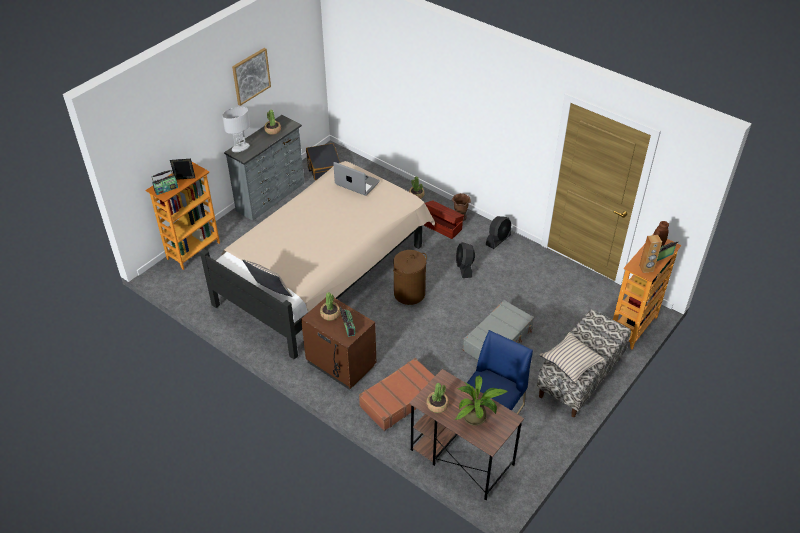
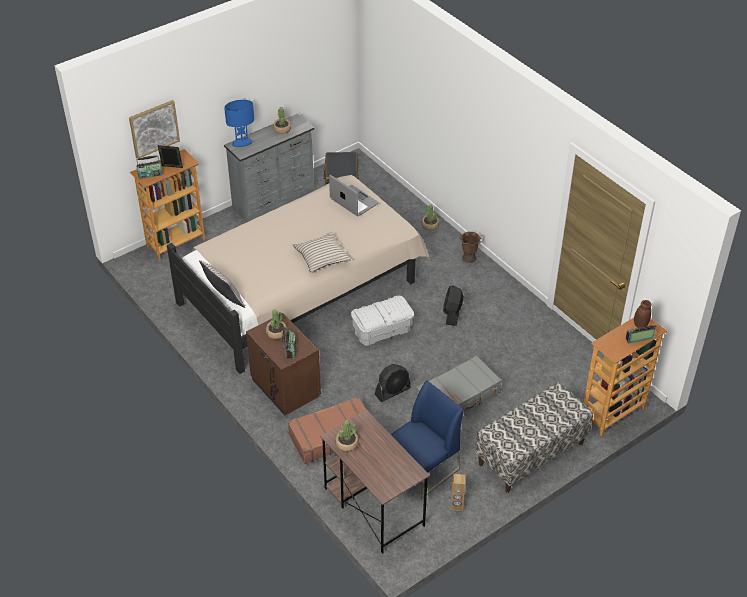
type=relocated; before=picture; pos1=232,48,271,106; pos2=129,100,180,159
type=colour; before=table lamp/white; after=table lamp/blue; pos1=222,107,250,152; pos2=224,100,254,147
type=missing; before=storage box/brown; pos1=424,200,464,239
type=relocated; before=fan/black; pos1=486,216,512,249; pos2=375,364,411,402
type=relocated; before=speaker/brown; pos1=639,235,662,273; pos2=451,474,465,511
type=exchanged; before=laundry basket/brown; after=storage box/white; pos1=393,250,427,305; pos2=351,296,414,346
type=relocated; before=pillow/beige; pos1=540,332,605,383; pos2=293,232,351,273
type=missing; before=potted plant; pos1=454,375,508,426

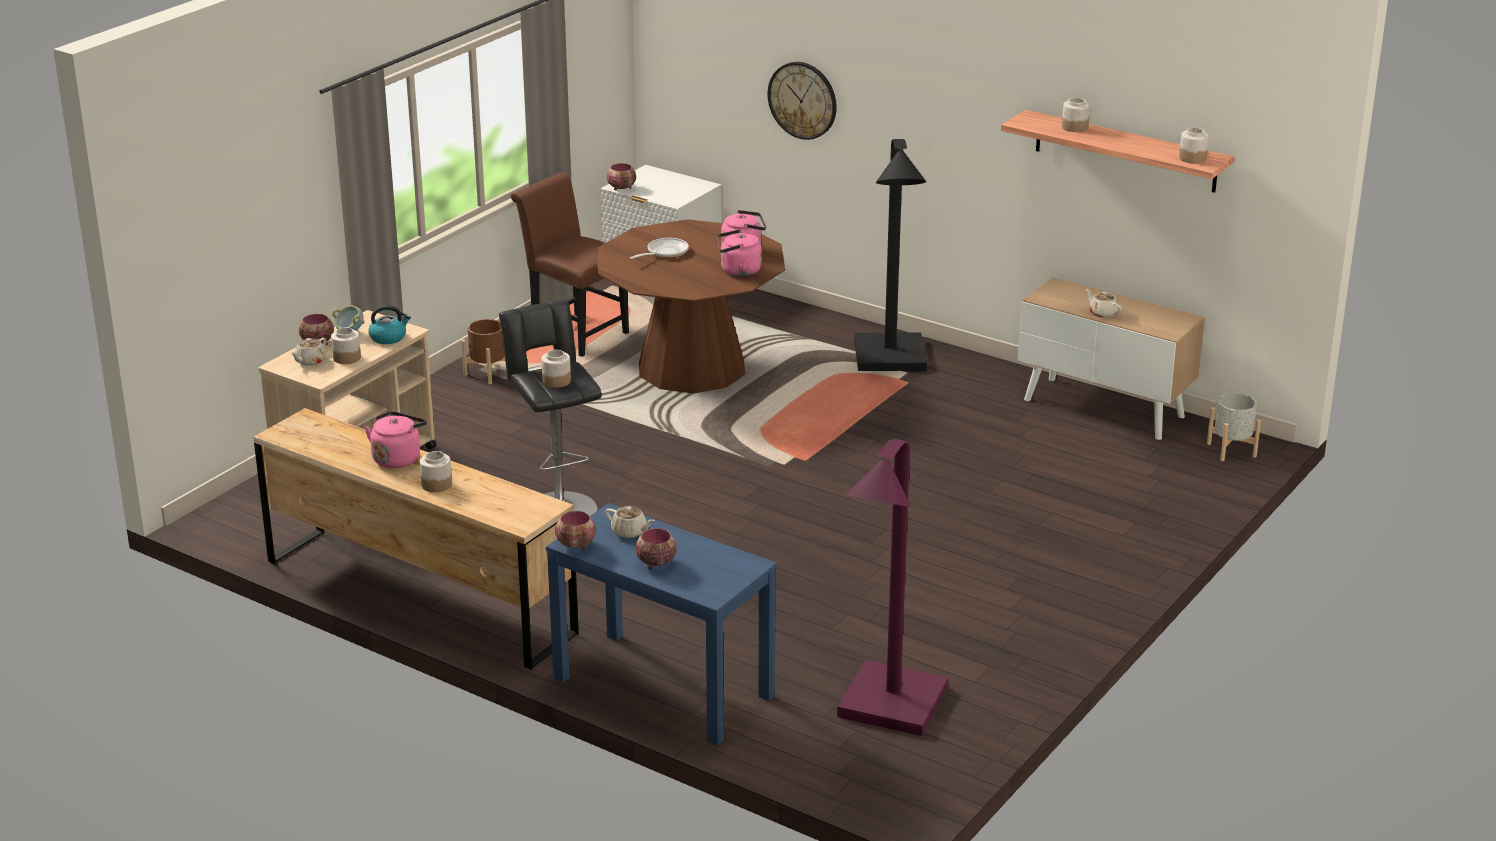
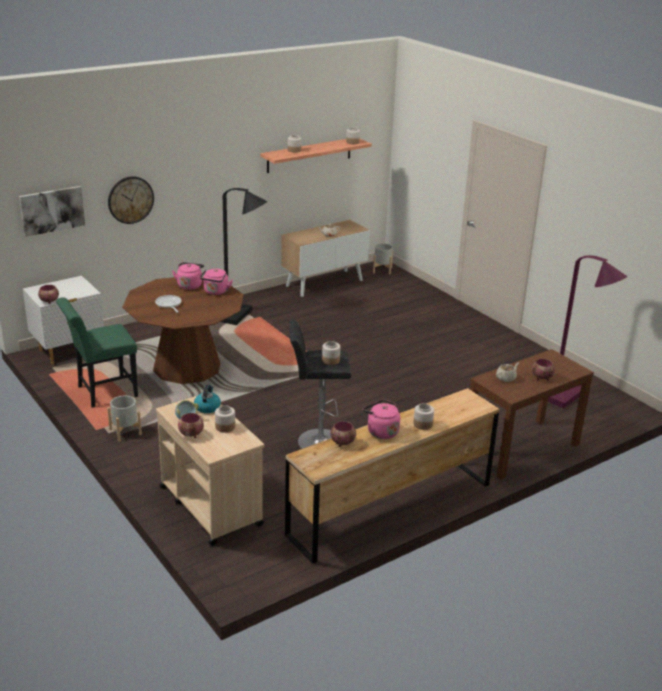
type=colour; before=chair/brown; after=chair/green; pos1=511,173,629,357; pos2=56,298,138,408
type=colour; before=planter/brown; after=planter/grey; pos1=462,319,505,384; pos2=107,396,142,442
type=missing; before=teapot/beige; pos1=291,338,327,366
type=colour; before=console table/blue; after=console table/brown; pos1=546,503,777,746; pos2=470,349,594,480
type=relocated; before=bowl; pos1=555,511,596,550; pos2=330,421,356,447
type=appeared; after=picture; pos2=19,186,85,237

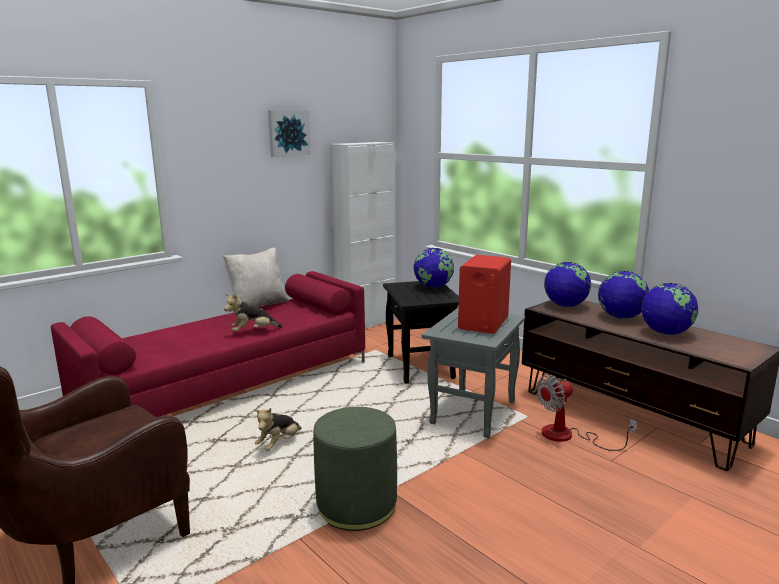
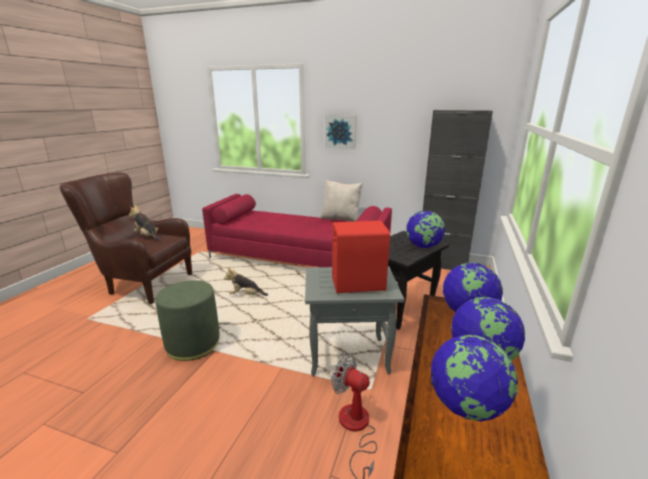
type=relocated; before=picture; pos1=268,110,311,157; pos2=325,115,357,149
type=colour; before=cabinet/white; after=cabinet/black; pos1=330,142,395,329; pos2=423,110,493,270
type=relocated; before=plush toy; pos1=224,294,283,332; pos2=129,205,162,241

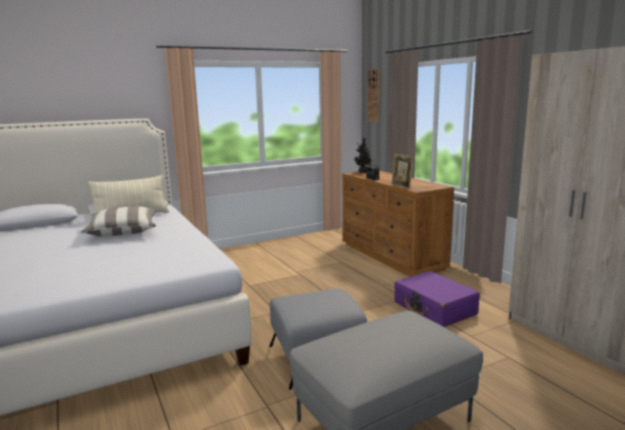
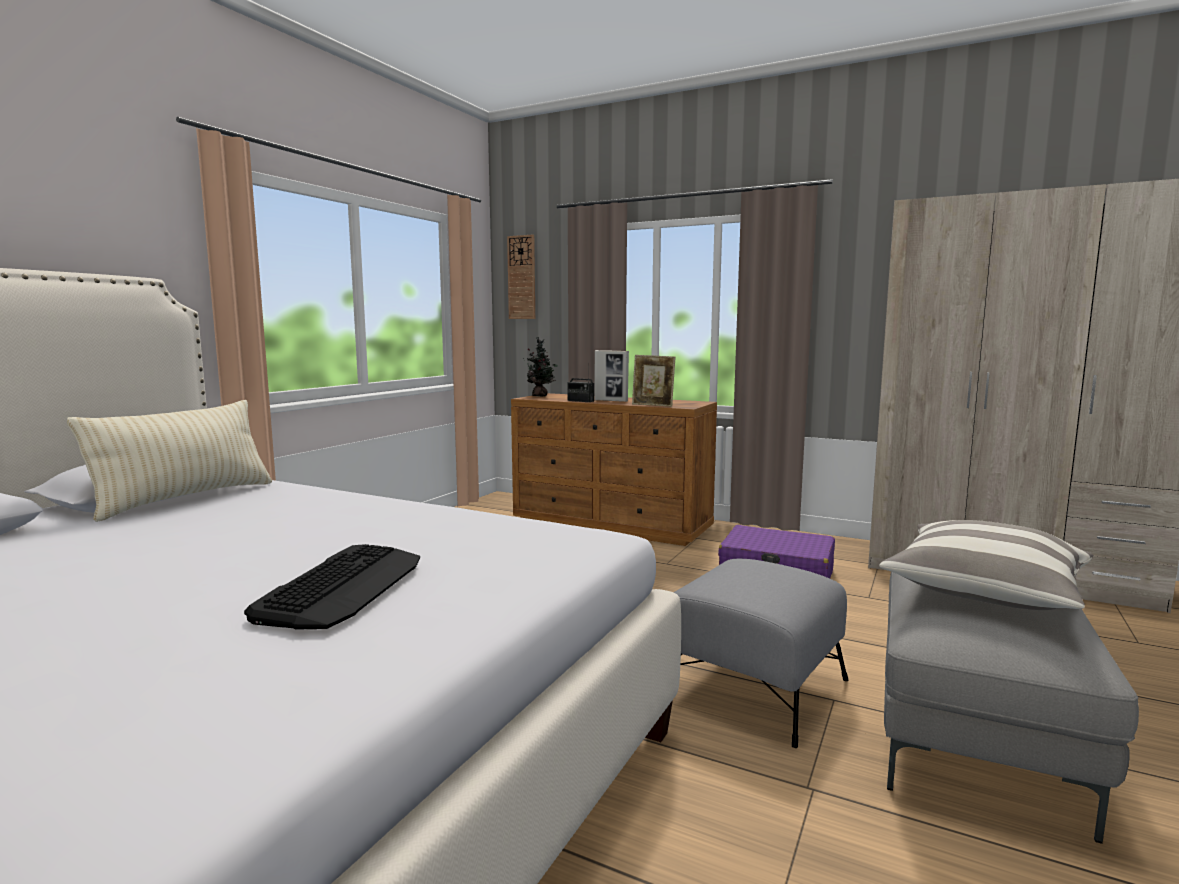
type=relocated; before=pillow; pos1=80,206,156,237; pos2=879,520,1093,610
type=appeared; after=picture frame; pos2=594,350,629,402
type=appeared; after=keyboard; pos2=244,544,420,630

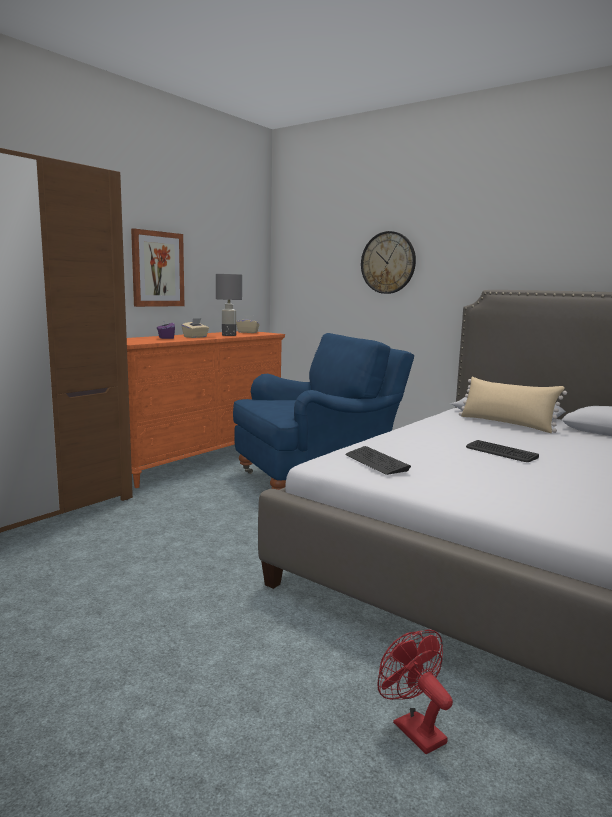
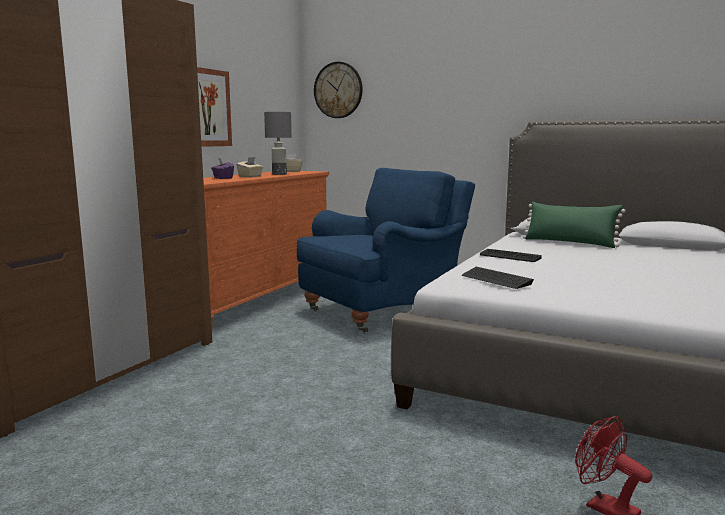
type=relocated; before=wall clock; pos1=361,231,416,294; pos2=314,62,363,118
type=colour; before=pillow/beige; after=pillow/green; pos1=459,377,567,433; pos2=522,201,626,248
type=relocated; before=keyboard; pos1=466,440,539,462; pos2=480,249,542,262

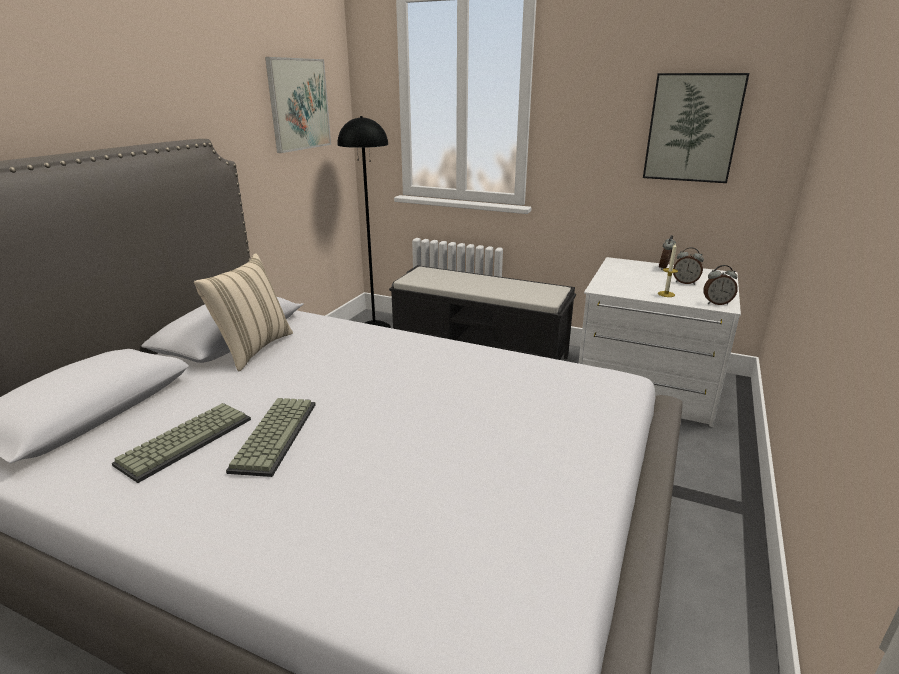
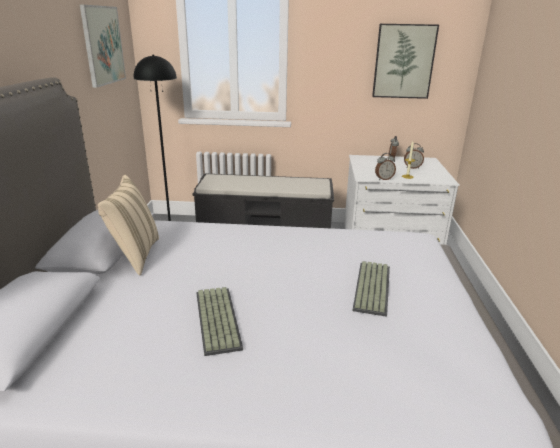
type=relocated; before=alarm clock; pos1=704,265,738,305; pos2=375,153,396,180
type=relocated; before=keyboard; pos1=112,403,251,483; pos2=353,261,390,317

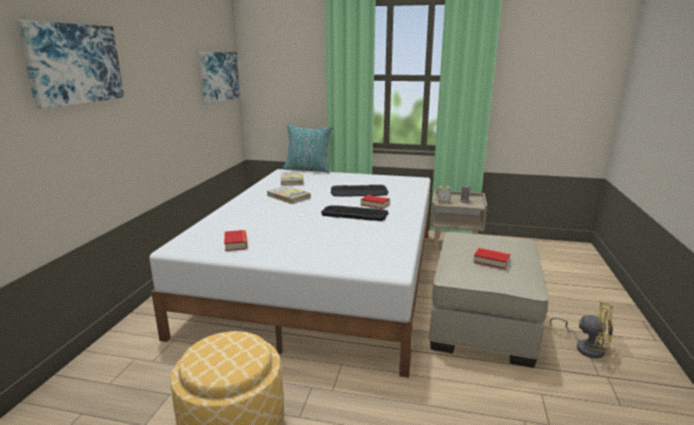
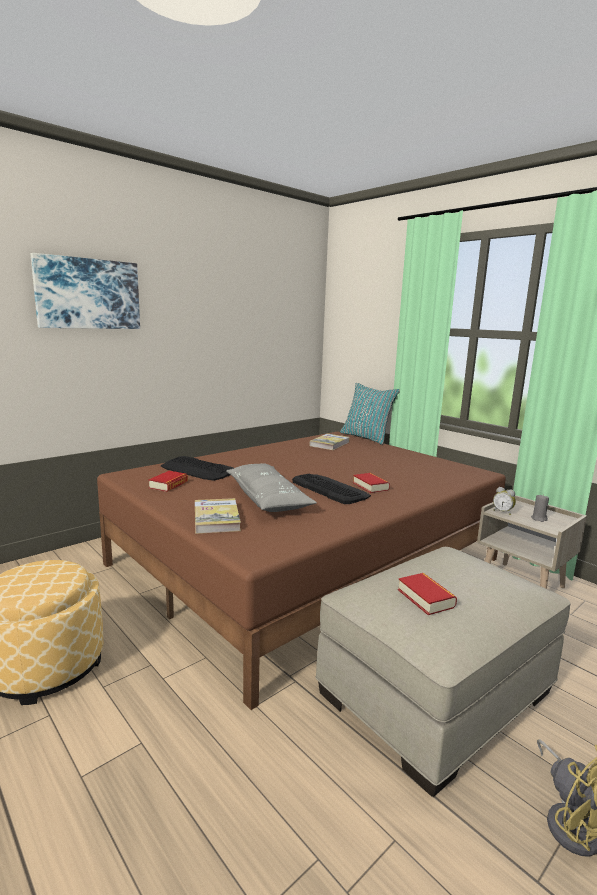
type=missing; before=picture; pos1=199,52,240,104
type=colour; before=bed/white; after=bed/brown; pos1=149,169,431,378; pos2=97,432,506,710
type=relocated; before=keyboard; pos1=331,185,388,197; pos2=161,456,234,481
type=relocated; before=book; pos1=267,186,311,204; pos2=195,498,241,534
type=appeared; after=pillow/grey; pos2=226,463,317,512

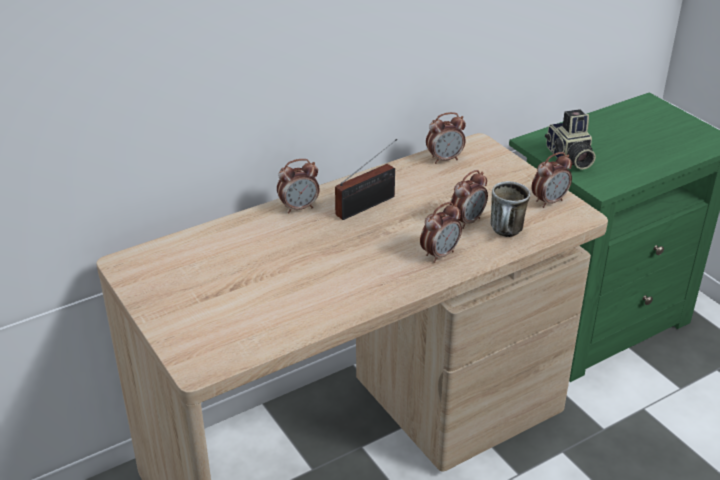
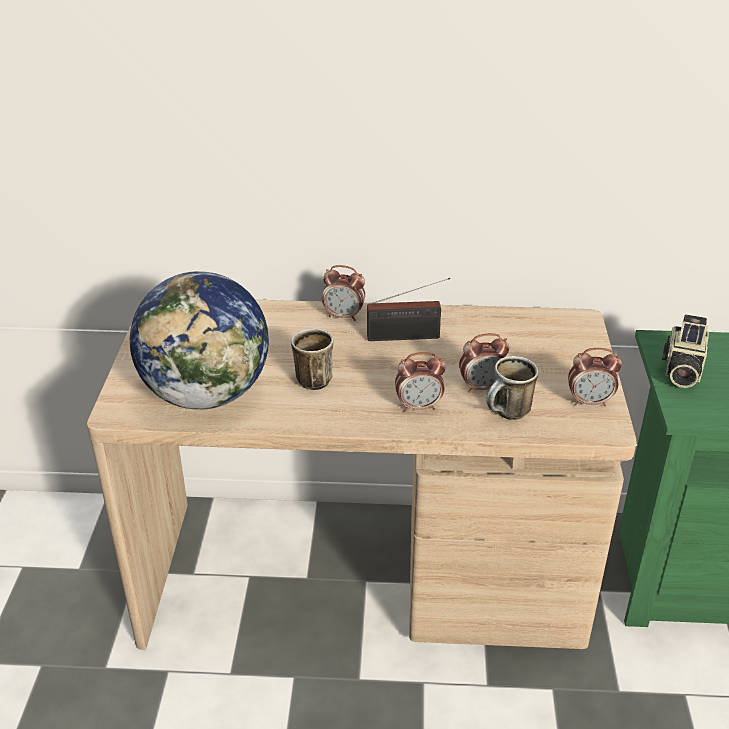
type=missing; before=alarm clock; pos1=426,112,466,164
type=appeared; after=globe; pos2=130,271,269,410
type=appeared; after=mug; pos2=291,328,334,390

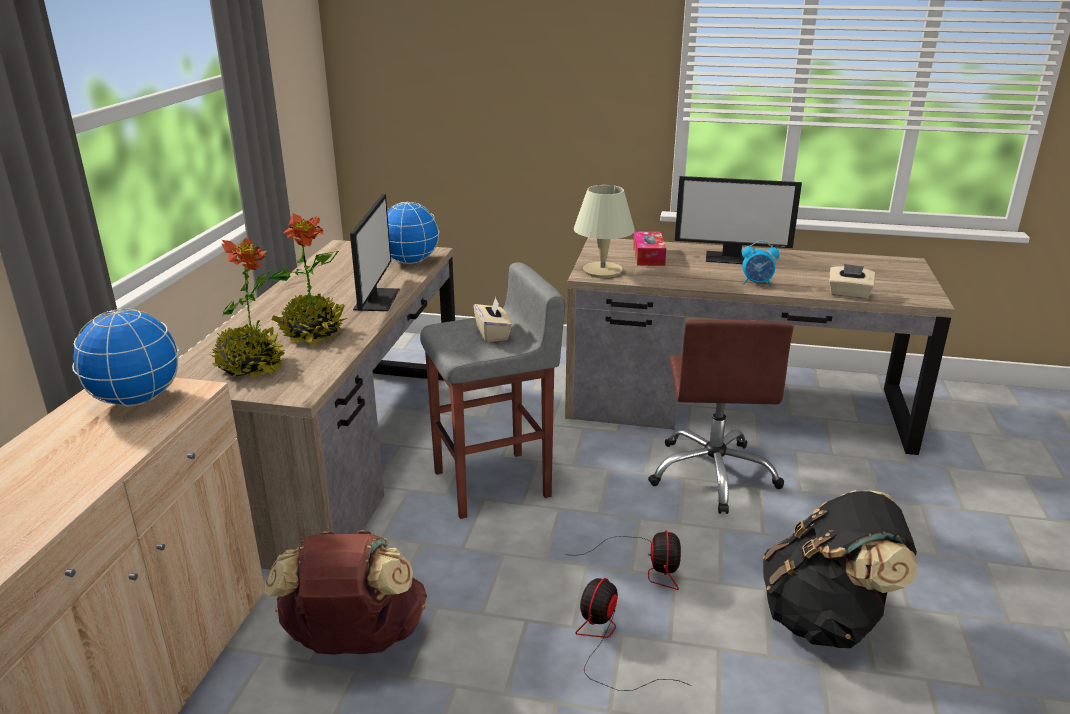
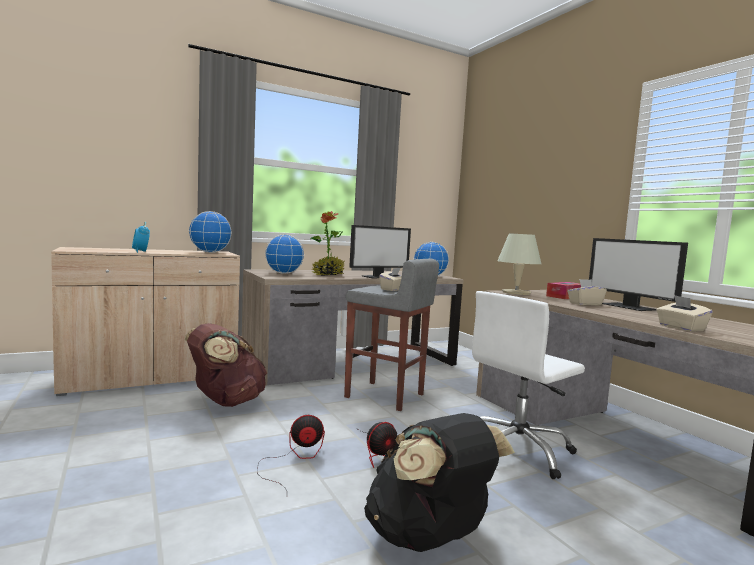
type=exchanged; before=potted plant; after=globe; pos1=209,238,285,377; pos2=265,234,304,274
type=relocated; before=alarm clock; pos1=742,241,780,286; pos2=132,222,150,253
type=colour; before=office chair/brown; after=office chair/white; pos1=648,319,794,514; pos2=472,291,585,479
type=appeared; after=tissue box/beige; pos2=567,279,607,306

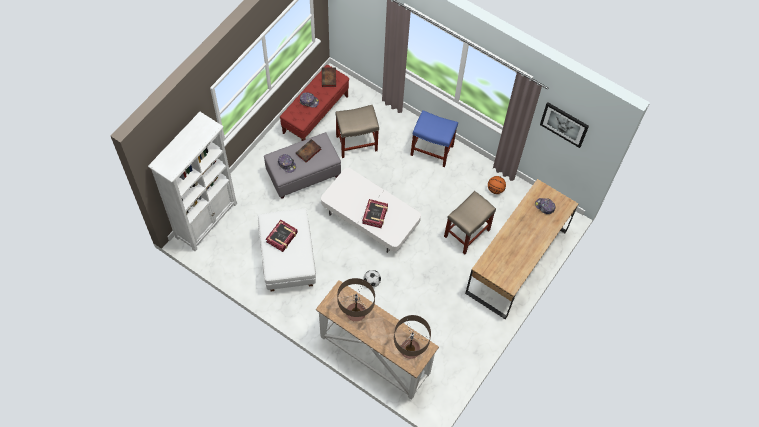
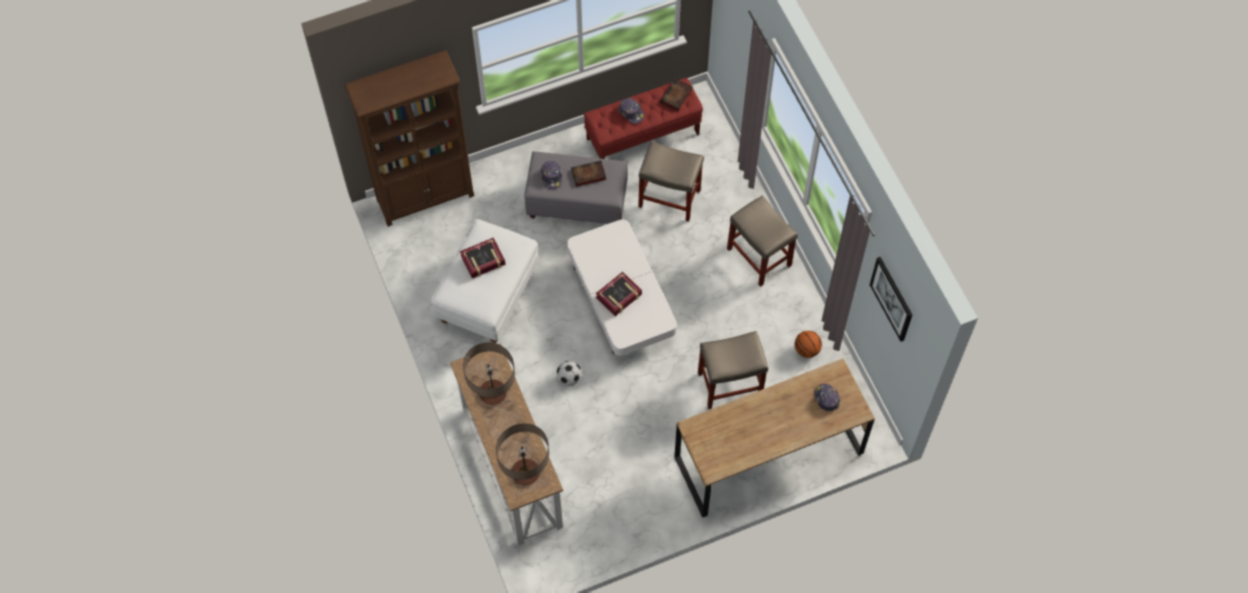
type=colour; before=stool/blue; after=stool/beige; pos1=411,110,458,167; pos2=727,195,798,287
type=colour; before=bookcase/white; after=bookcase/brown; pos1=148,112,237,251; pos2=345,50,474,227

